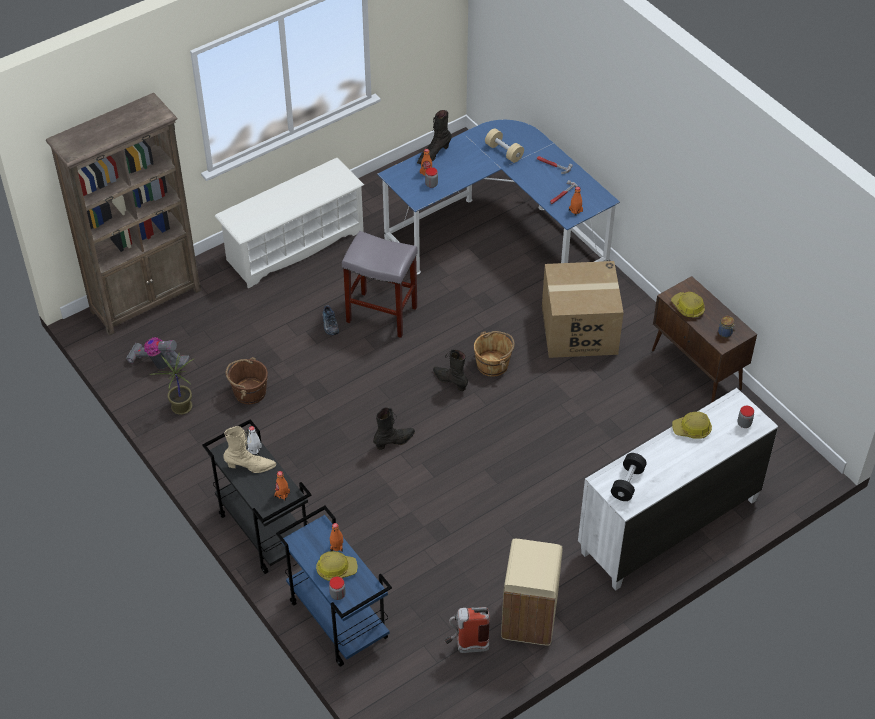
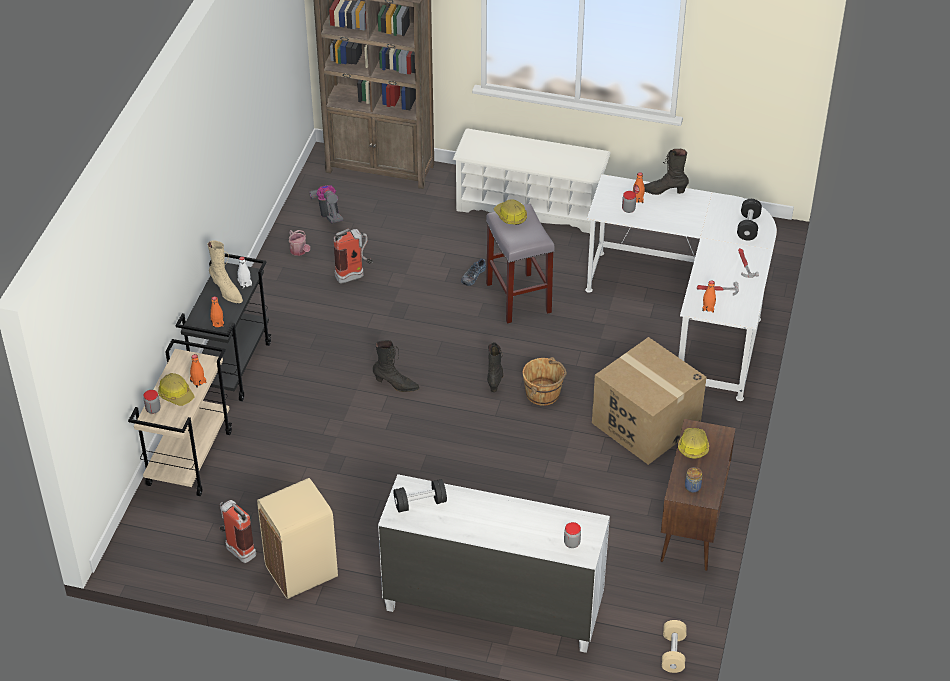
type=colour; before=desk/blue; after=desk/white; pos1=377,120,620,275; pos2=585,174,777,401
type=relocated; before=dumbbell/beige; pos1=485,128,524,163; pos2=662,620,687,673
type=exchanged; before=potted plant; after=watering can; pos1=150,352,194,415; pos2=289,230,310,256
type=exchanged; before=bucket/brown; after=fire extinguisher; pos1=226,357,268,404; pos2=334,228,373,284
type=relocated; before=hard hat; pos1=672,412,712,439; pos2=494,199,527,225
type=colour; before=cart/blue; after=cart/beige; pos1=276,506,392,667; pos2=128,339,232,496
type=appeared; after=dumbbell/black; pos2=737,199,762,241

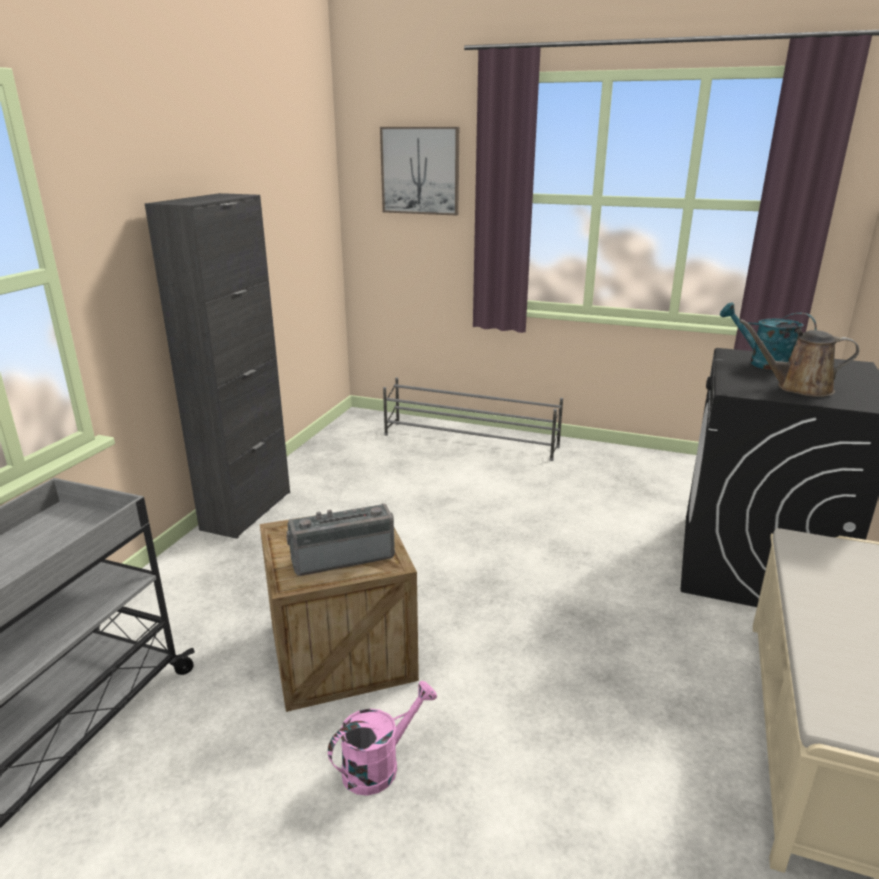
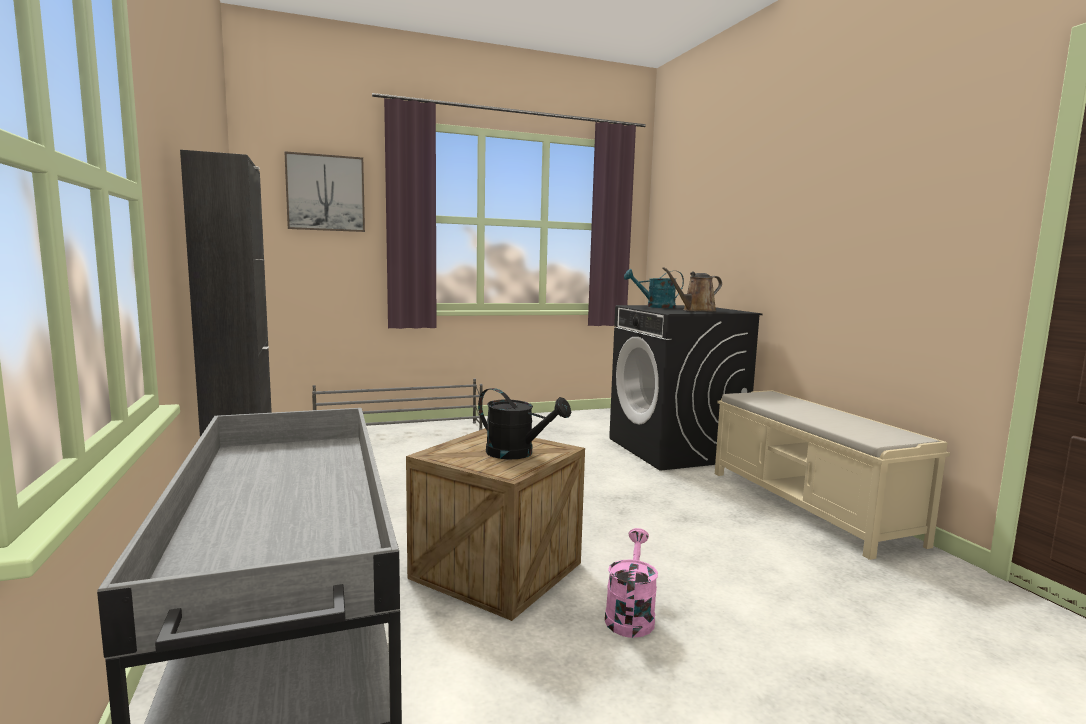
type=exchanged; before=radio; after=watering can/black; pos1=287,503,395,576; pos2=478,388,571,460

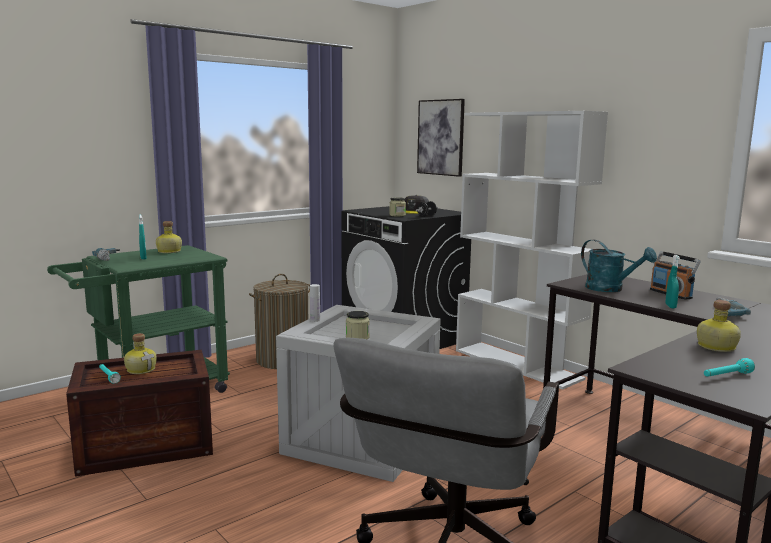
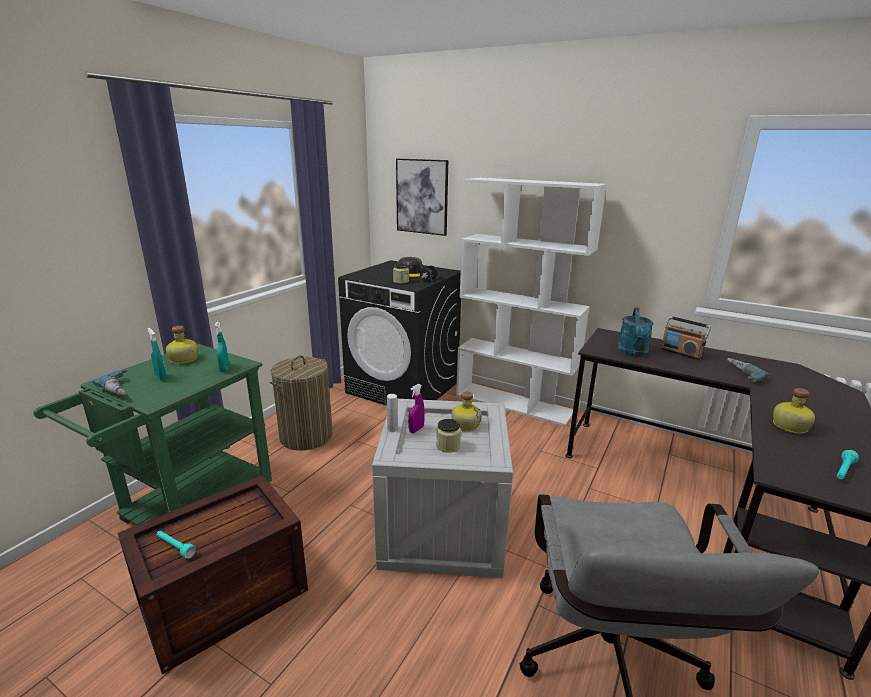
type=spun; before=watering can/turquoise; pos1=581,240,657,292; pos2=617,307,654,357; turn=75
type=relocated; before=spray bottle/turquoise; pos1=665,255,680,308; pos2=214,322,229,372
type=relocated; before=bottle; pos1=124,333,157,374; pos2=452,391,481,431
type=appeared; after=spray bottle/purple; pos2=408,384,425,433

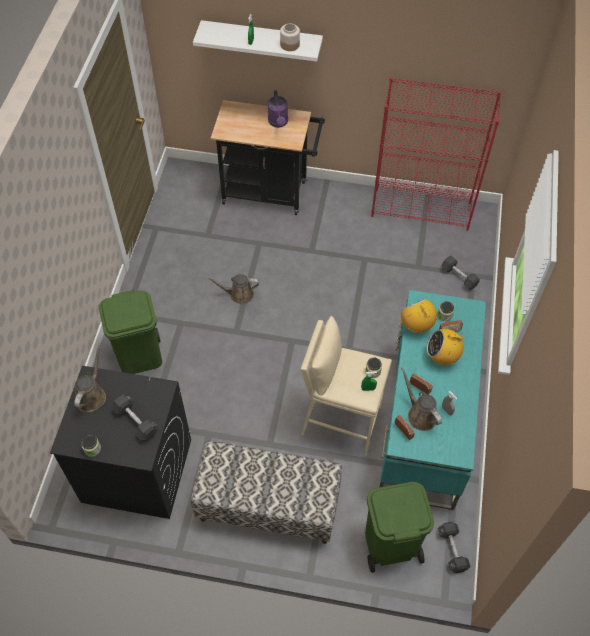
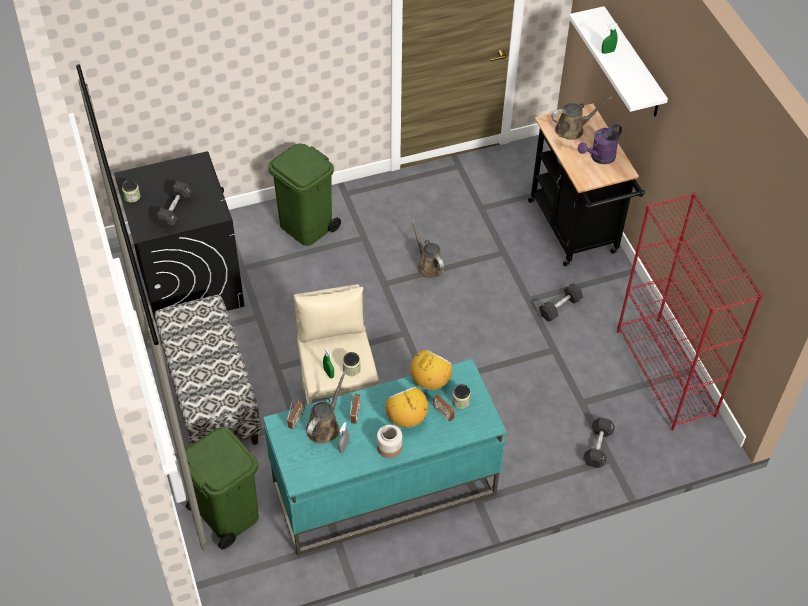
type=relocated; before=jar; pos1=280,23,300,51; pos2=377,425,402,458
type=relocated; before=watering can/brown; pos1=74,343,106,412; pos2=551,96,612,140
type=relocated; before=dumbbell/black; pos1=438,522,471,573; pos2=539,283,583,322

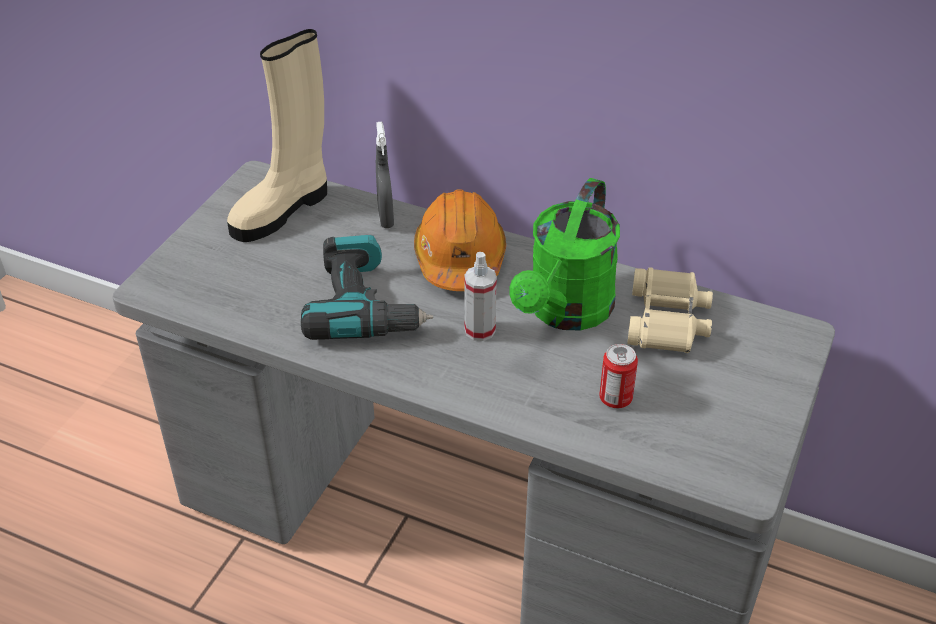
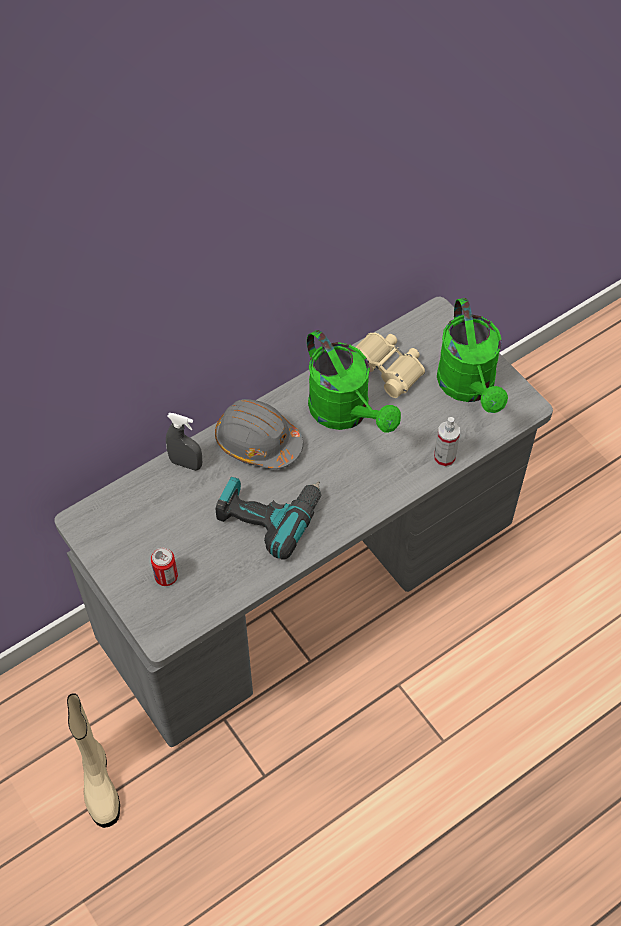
type=relocated; before=boot/beige; pos1=227,29,327,242; pos2=67,693,120,828
type=colour; before=hard hat/orange; after=hard hat/grey; pos1=414,189,506,291; pos2=215,399,303,469
type=relocated; before=spray bottle; pos1=464,252,497,341; pos2=434,417,460,467
type=relocated; before=can; pos1=599,344,638,408; pos2=151,548,178,586
type=appeared; after=watering can/green; pos2=437,298,508,413

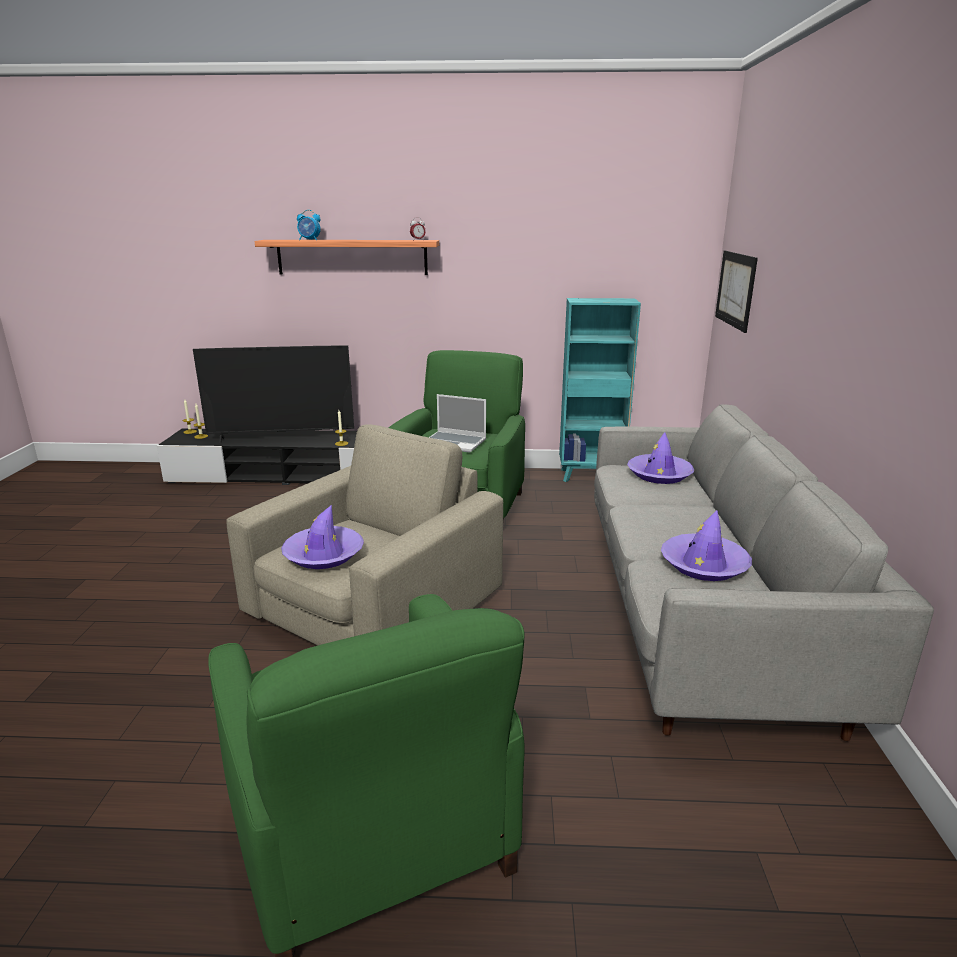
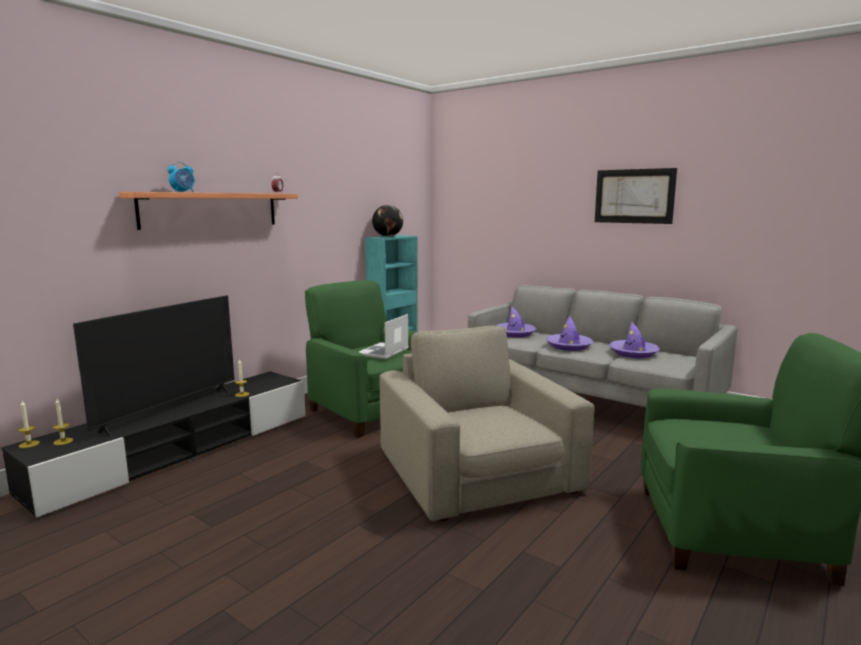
type=relocated; before=picture; pos1=715,251,758,333; pos2=595,168,677,224
type=spun; before=laptop; pos1=429,394,486,453; pos2=359,314,409,359; turn=150
type=relocated; before=hat/purple; pos1=281,505,364,569; pos2=546,316,594,351
type=appeared; after=globe; pos2=372,205,403,237

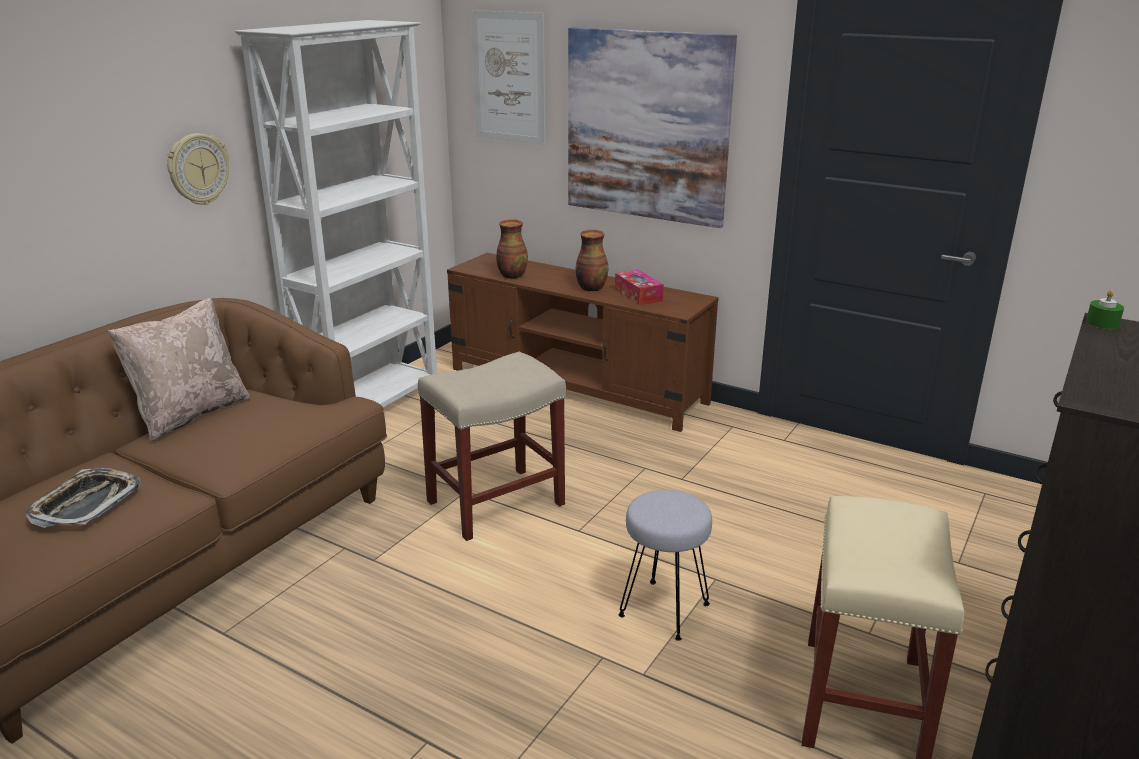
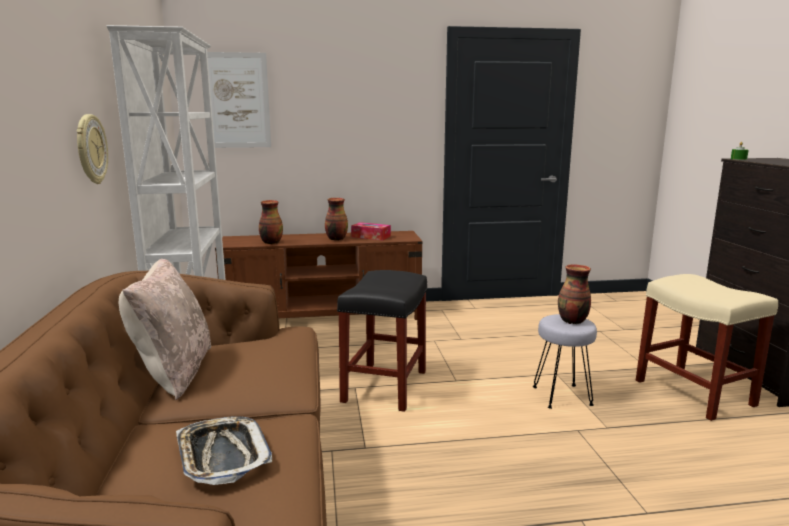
type=missing; before=picture; pos1=568,27,737,228
type=colour; before=stool/beige; after=stool/black; pos1=418,352,566,541; pos2=337,270,427,412
type=appeared; after=vase; pos2=558,264,591,324

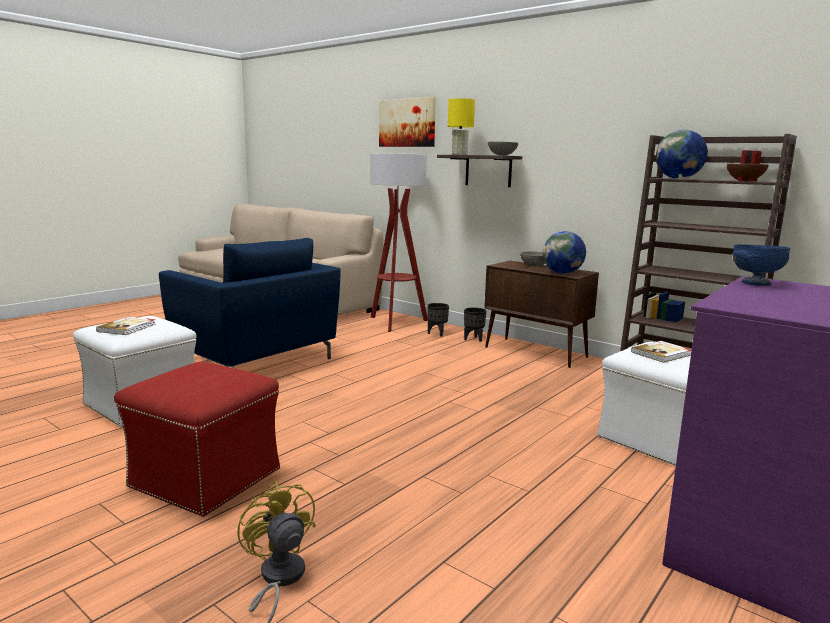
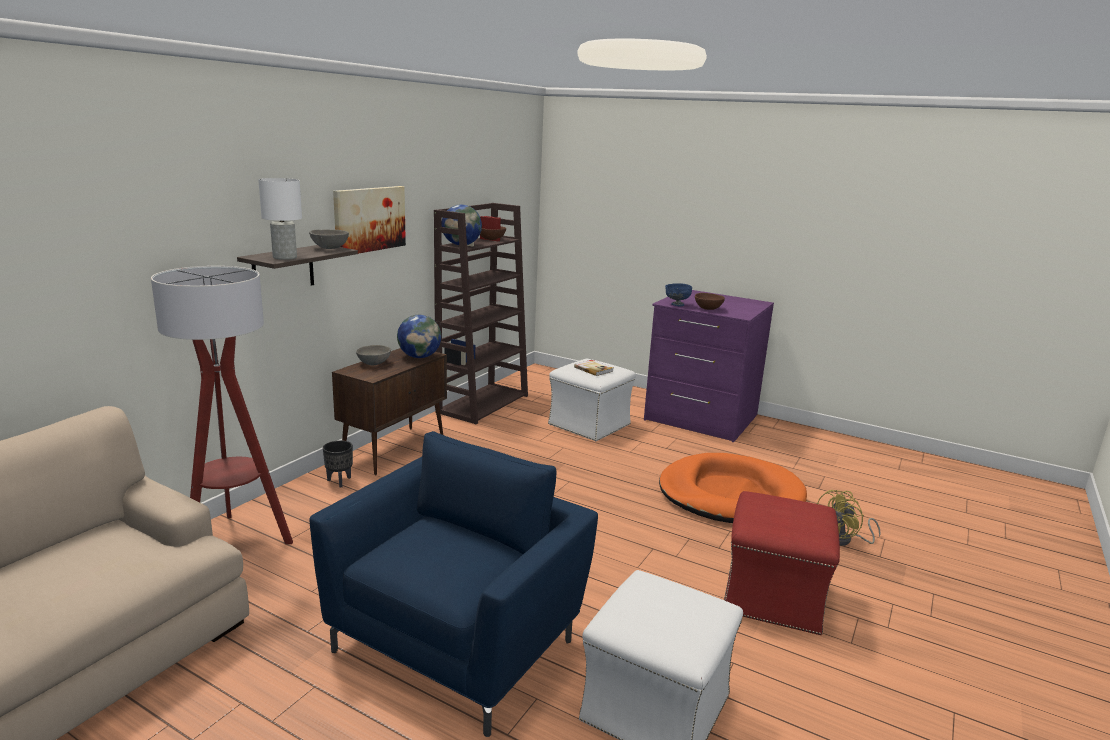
type=relocated; before=picture; pos1=379,97,436,147; pos2=333,186,406,254
type=colour; before=table lamp/yellow; after=table lamp/white; pos1=448,98,475,155; pos2=258,178,302,260
type=missing; before=planter/black; pos1=427,303,449,336
type=missing; before=book; pos1=96,317,156,335
type=appeared; after=bowl/brown; pos2=695,293,725,310
type=appeared; after=dog bed/orange; pos2=659,453,807,523

